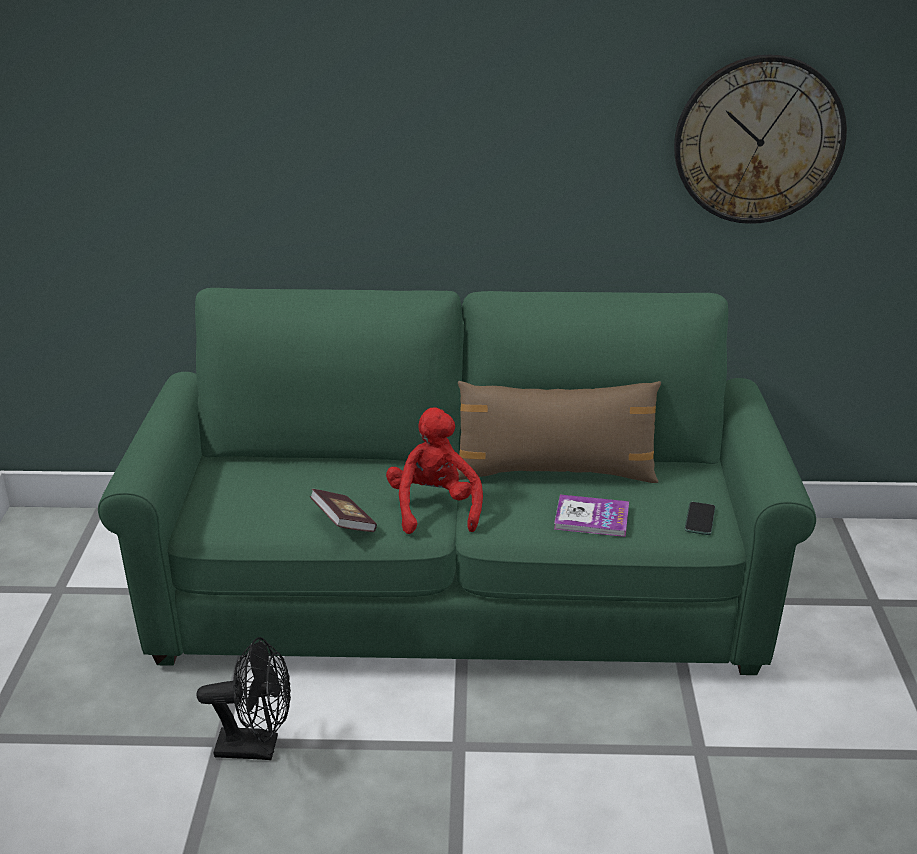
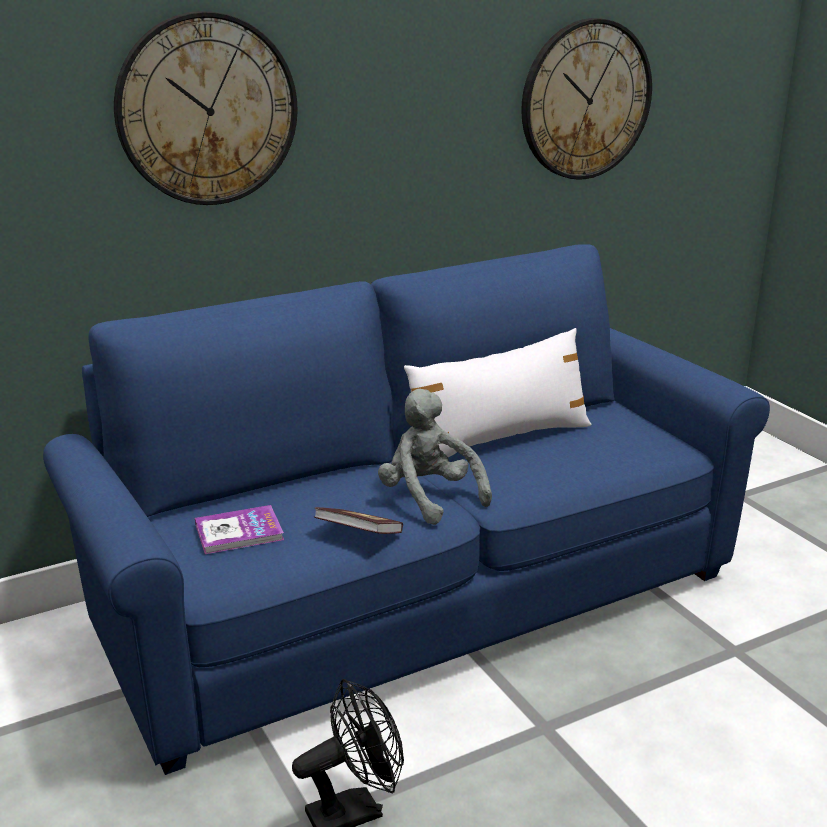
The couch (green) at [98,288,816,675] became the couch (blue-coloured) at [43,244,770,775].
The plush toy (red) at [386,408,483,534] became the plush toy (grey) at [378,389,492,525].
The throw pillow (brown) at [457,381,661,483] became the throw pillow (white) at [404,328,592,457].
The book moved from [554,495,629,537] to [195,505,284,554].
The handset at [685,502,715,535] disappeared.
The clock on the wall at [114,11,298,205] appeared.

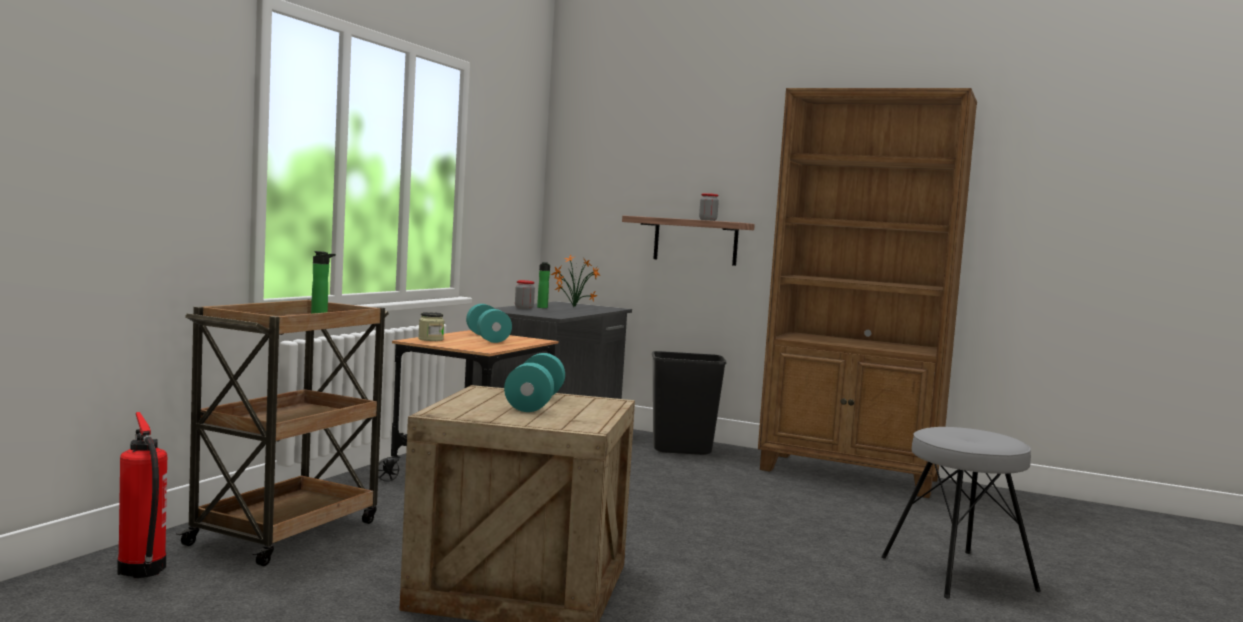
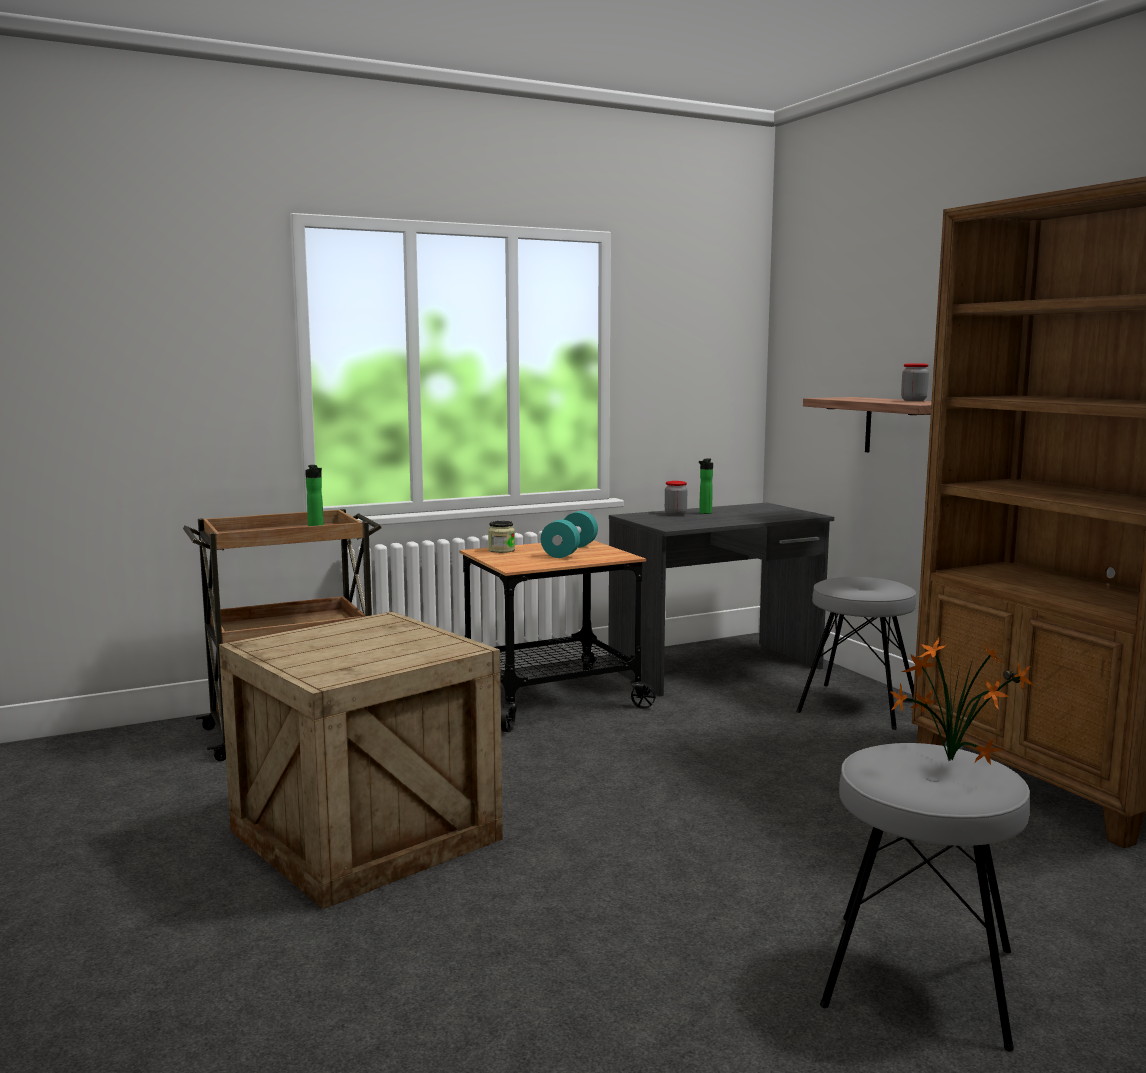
The fire-fighting cylinder at [117,412,168,578] disappeared.
The hand weight (blue-green) at [504,353,565,412] disappeared.
The houseplant moved from [551,255,601,307] to [891,637,1034,765].
The rubbish bin (black-coloured) at [652,351,727,455] was replaced by the sitting stool (grey) at [796,577,916,730].

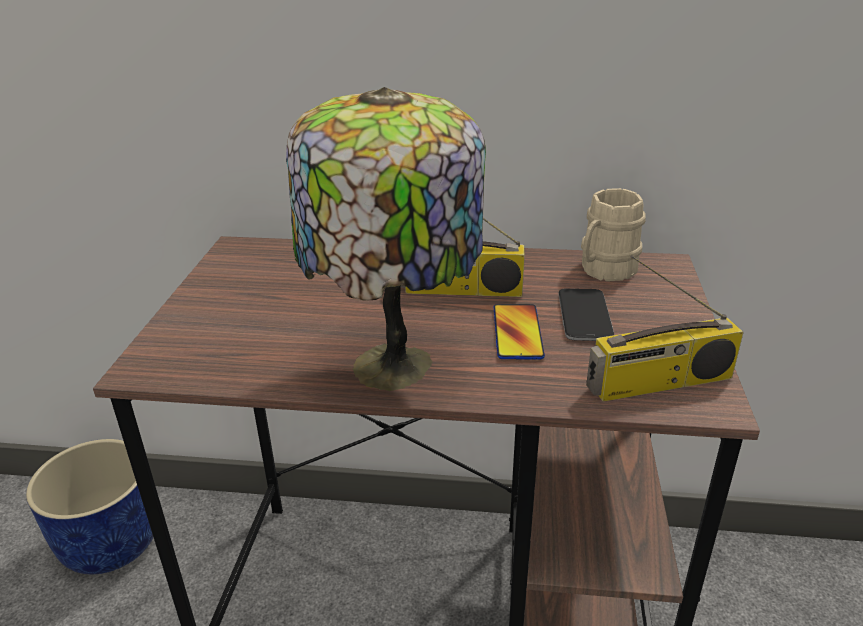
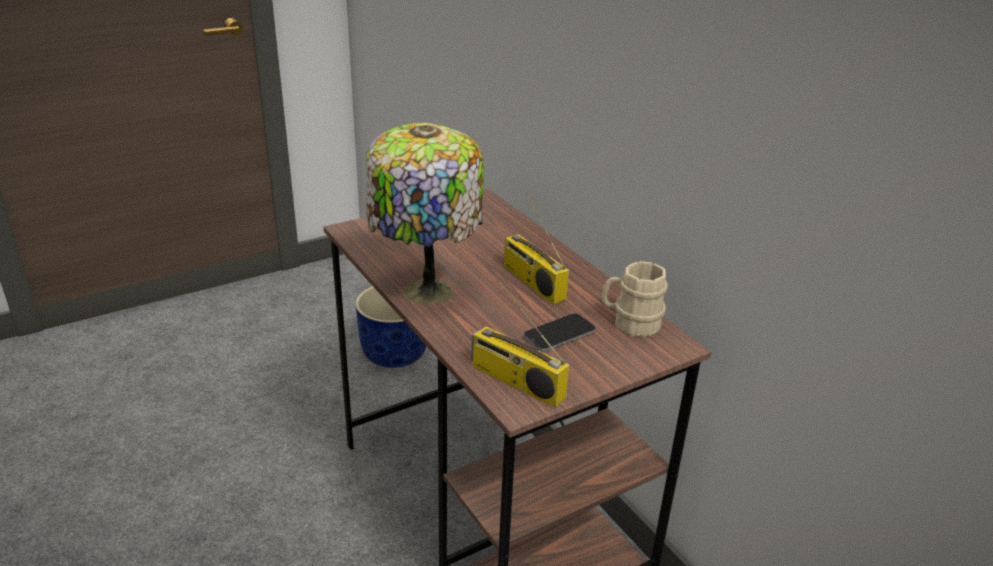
The handset at [494,304,545,359] disappeared.

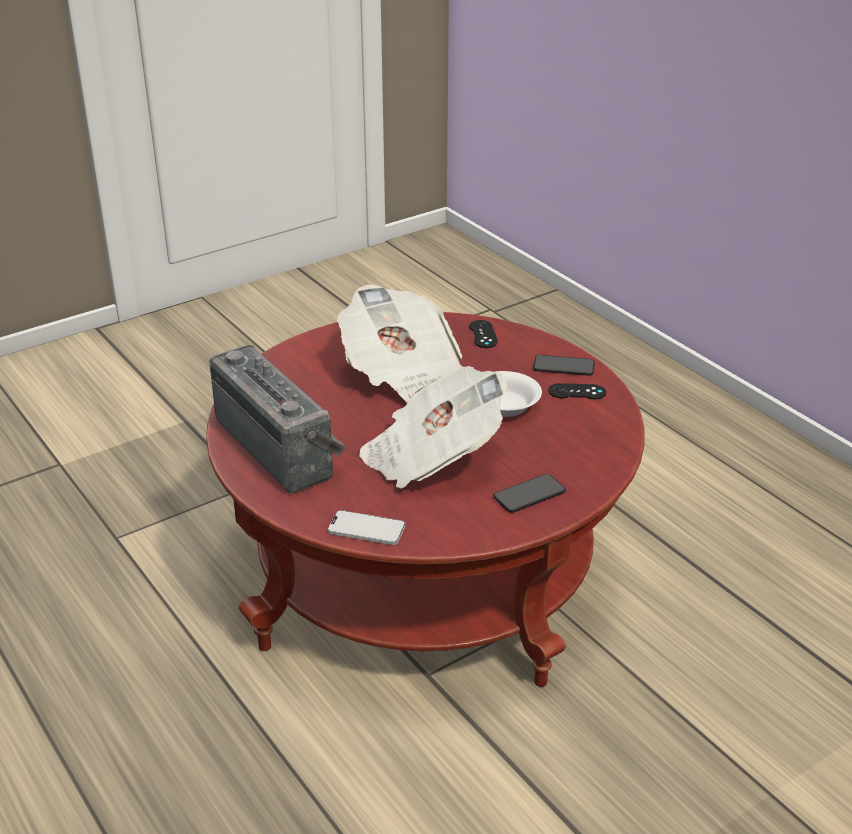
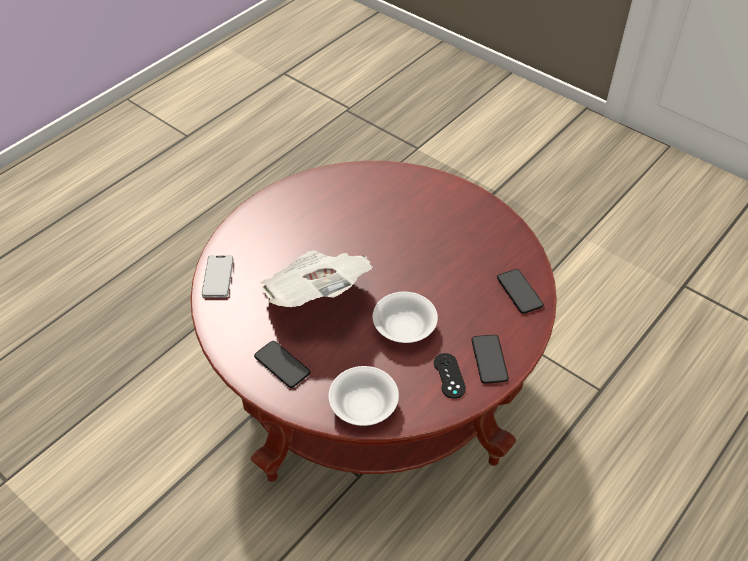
The radio at [209,345,346,493] disappeared.
The daily paper at [337,284,463,403] disappeared.
The gamepad (black-coloured) at [469,320,498,348] was replaced by the handset at [497,269,544,314].
The serving bowl (white) at [328,366,399,426] appeared.

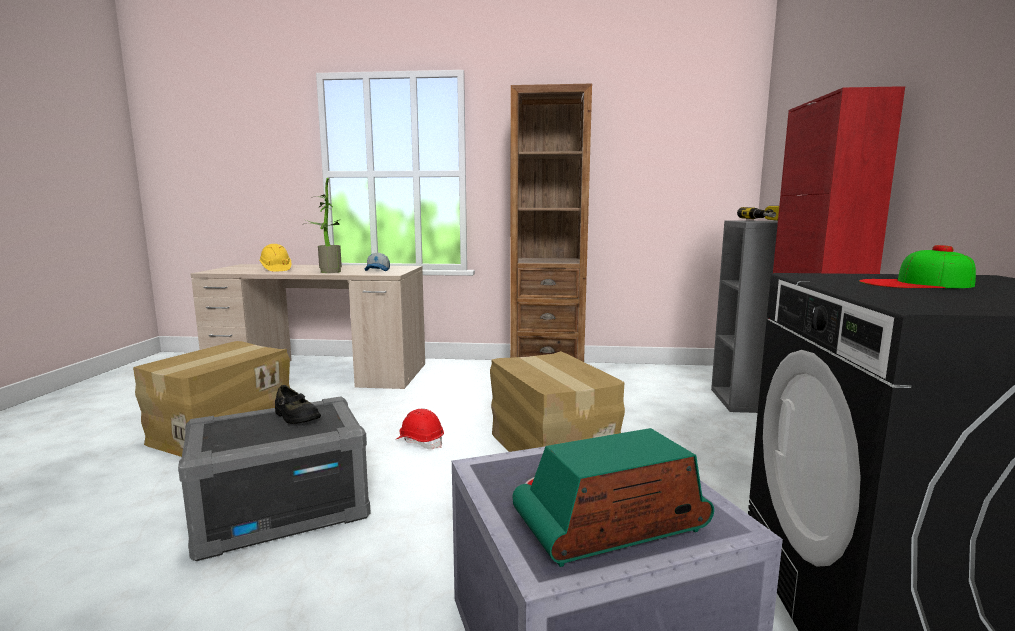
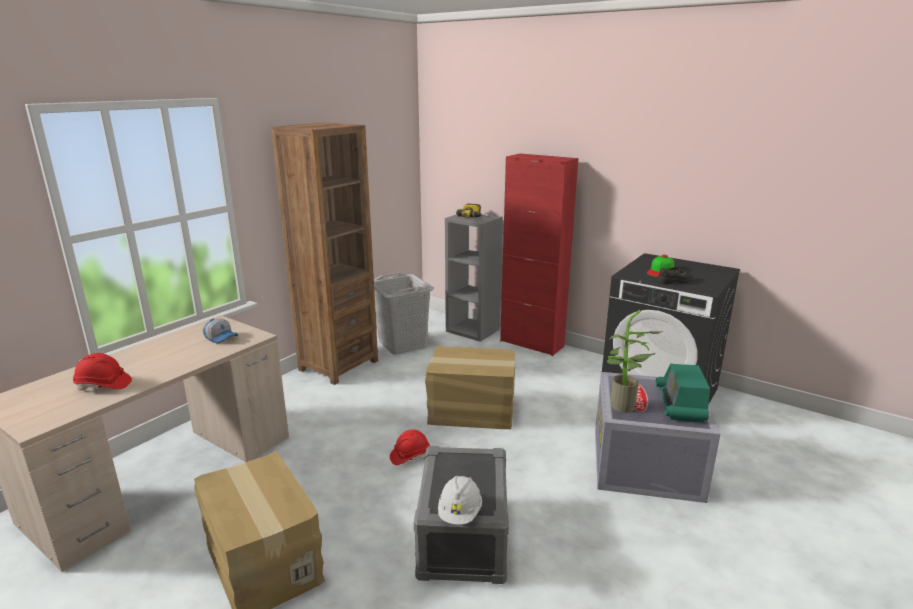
The work helmet (yellow-coloured) at [259,244,291,272] became the work helmet (red) at [73,353,132,389].
The item of footwear (black-coloured) moved from [275,385,321,424] to [657,267,693,285].
The houseplant moved from [305,178,342,273] to [607,310,663,413].
The washing basket (grey) at [374,272,434,354] appeared.
The work helmet (white) at [438,475,482,525] appeared.

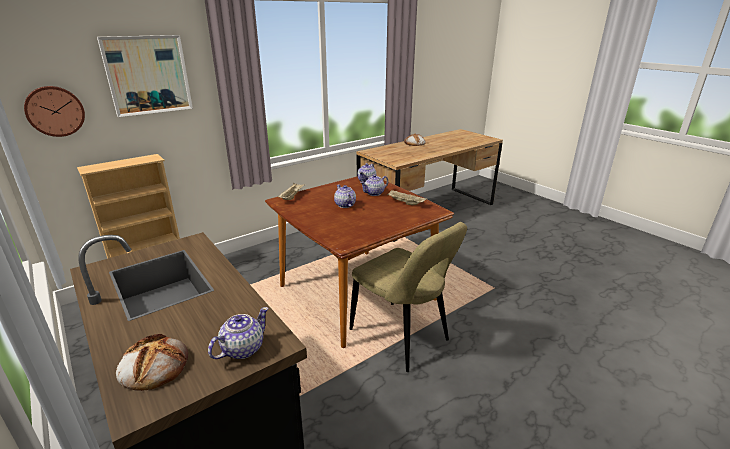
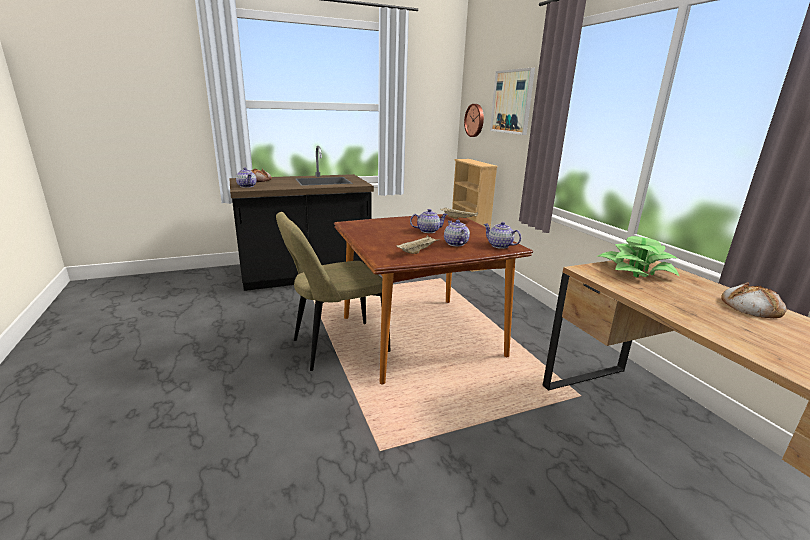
The houseplant at [596,236,679,277] appeared.

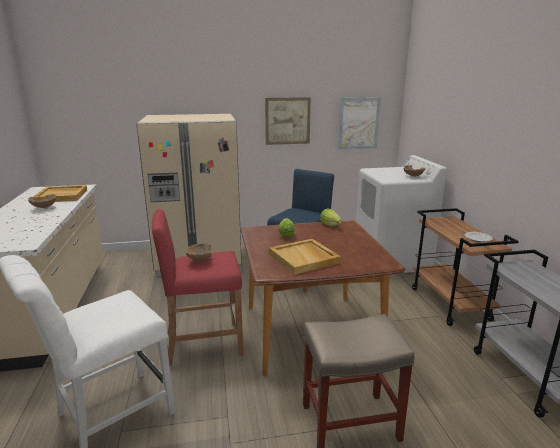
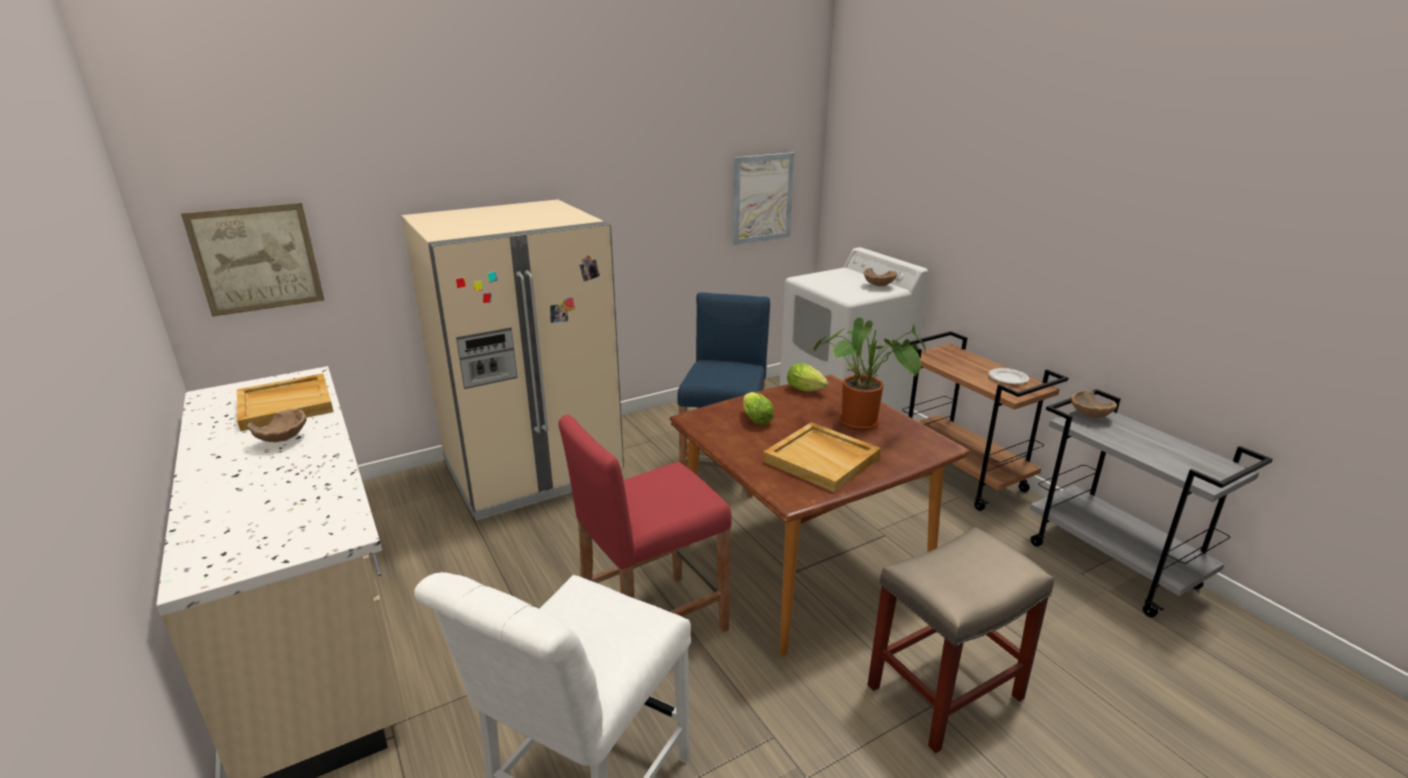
The serving bowl (brown) moved from [185,243,211,262] to [1071,390,1117,418].
The wall picture moved from [265,97,311,145] to [181,203,324,317].
The houseplant at [814,317,926,431] appeared.

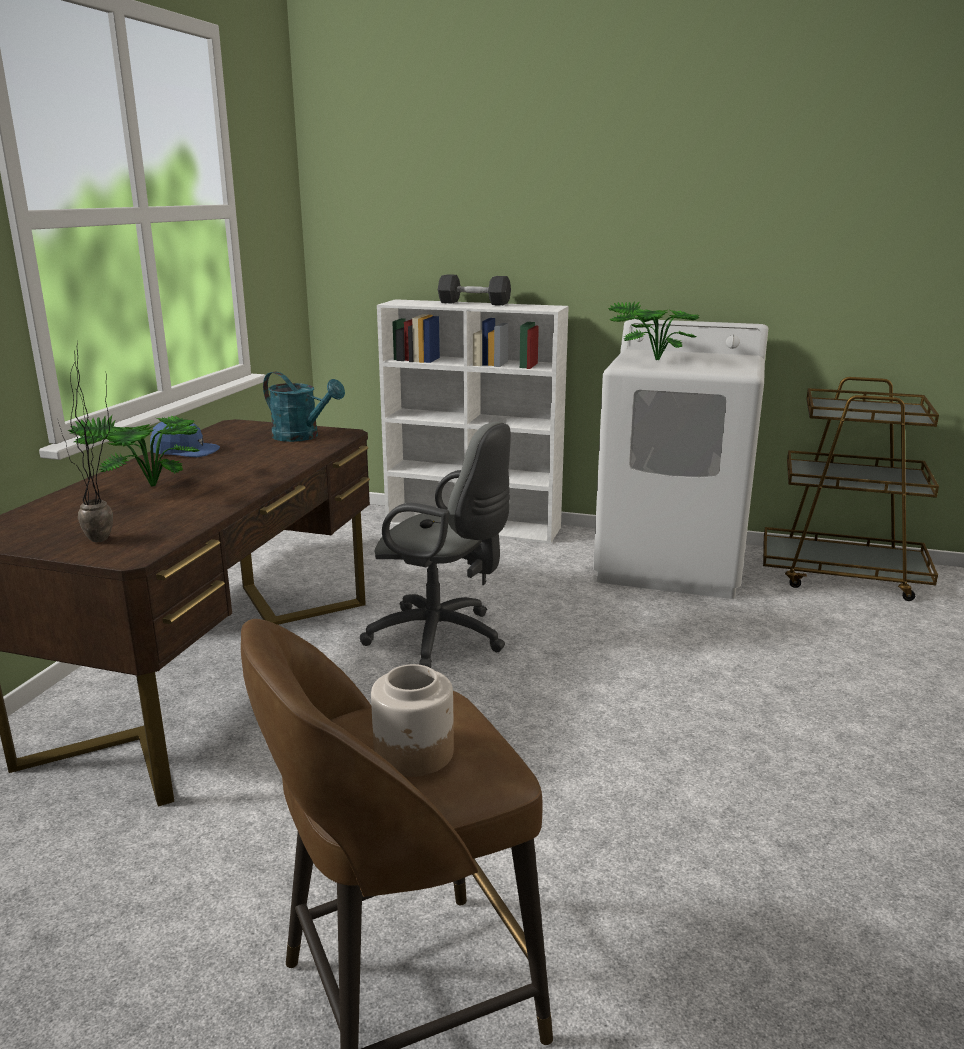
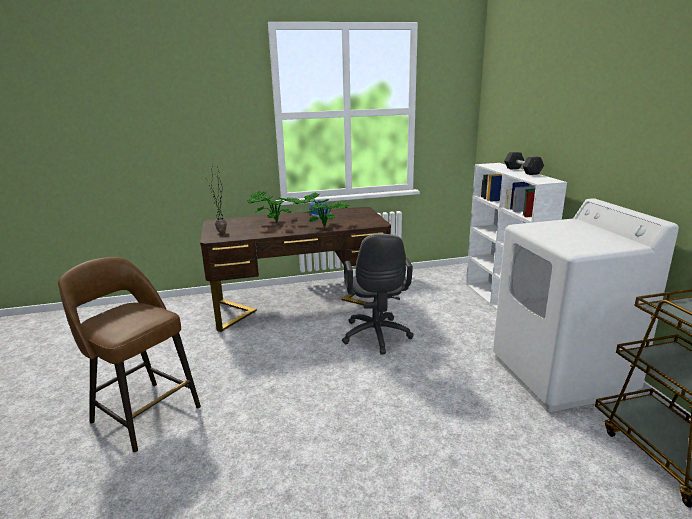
The sprinkling can (blue-green) at [263,371,345,442] disappeared.
The preserve jar at [371,664,454,777] disappeared.
The houseplant moved from [608,301,699,361] to [294,192,349,227].

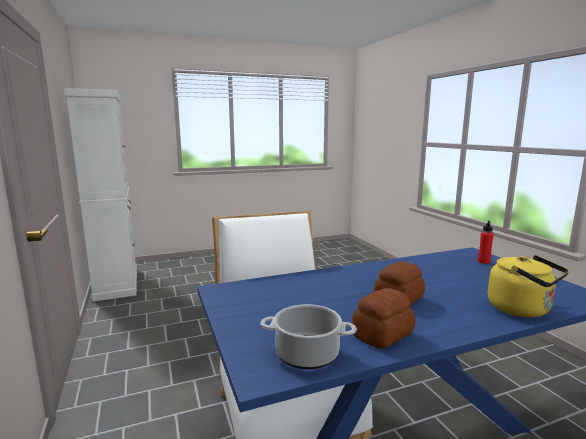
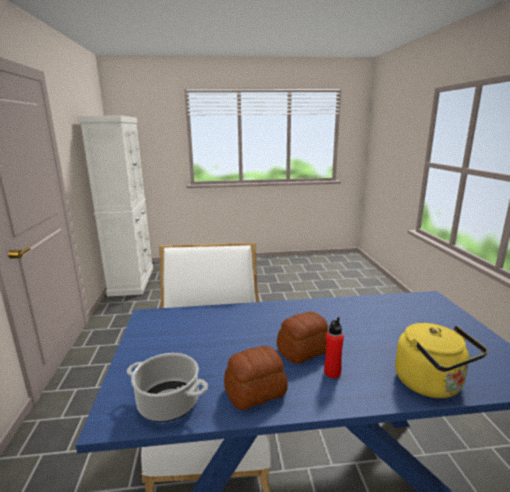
The drink bottle (red) moved from [478,220,494,264] to [324,317,344,378].

